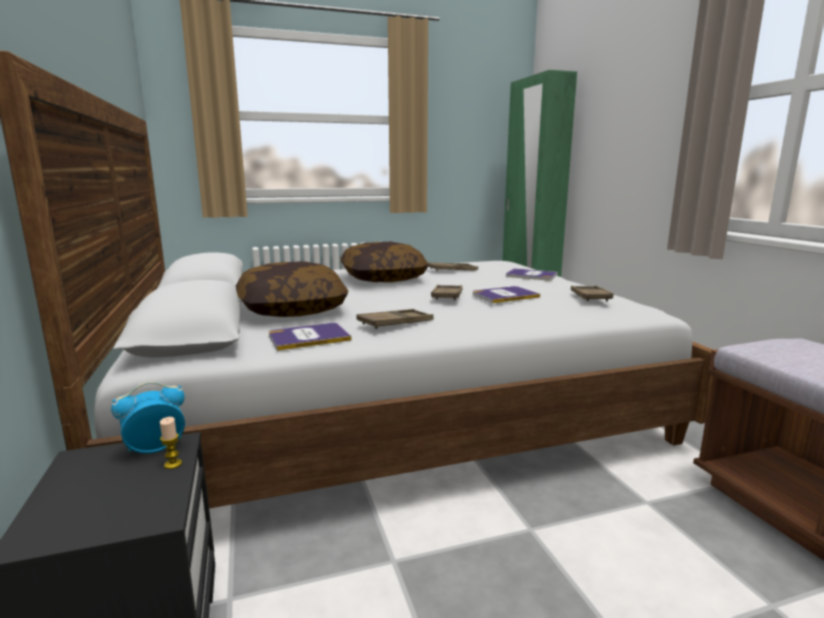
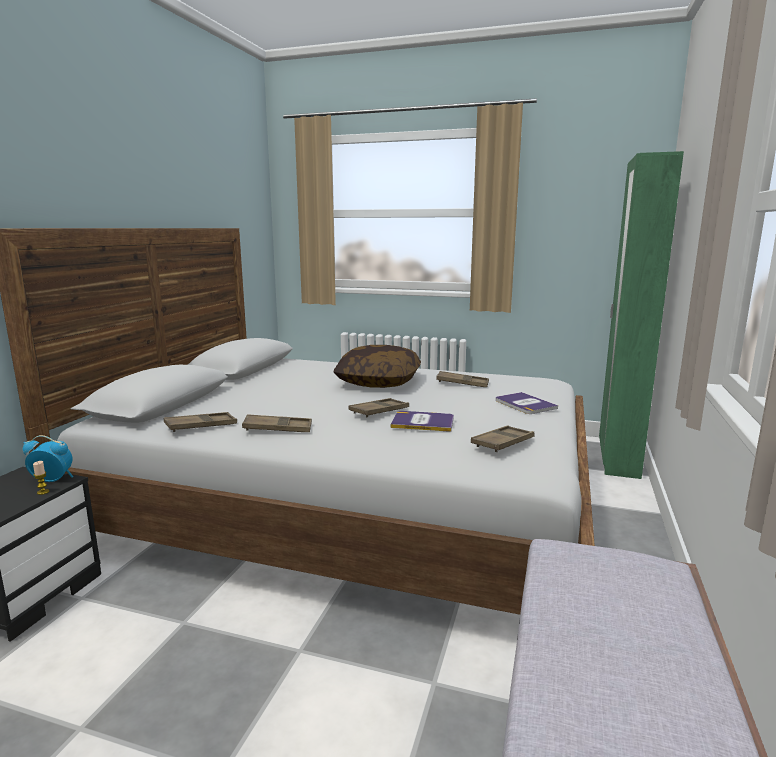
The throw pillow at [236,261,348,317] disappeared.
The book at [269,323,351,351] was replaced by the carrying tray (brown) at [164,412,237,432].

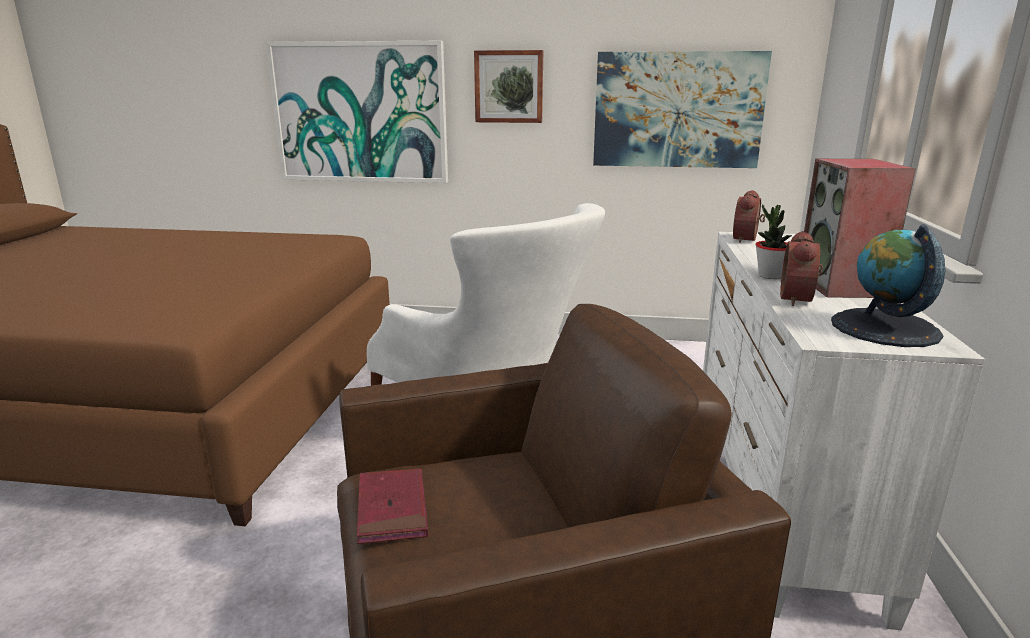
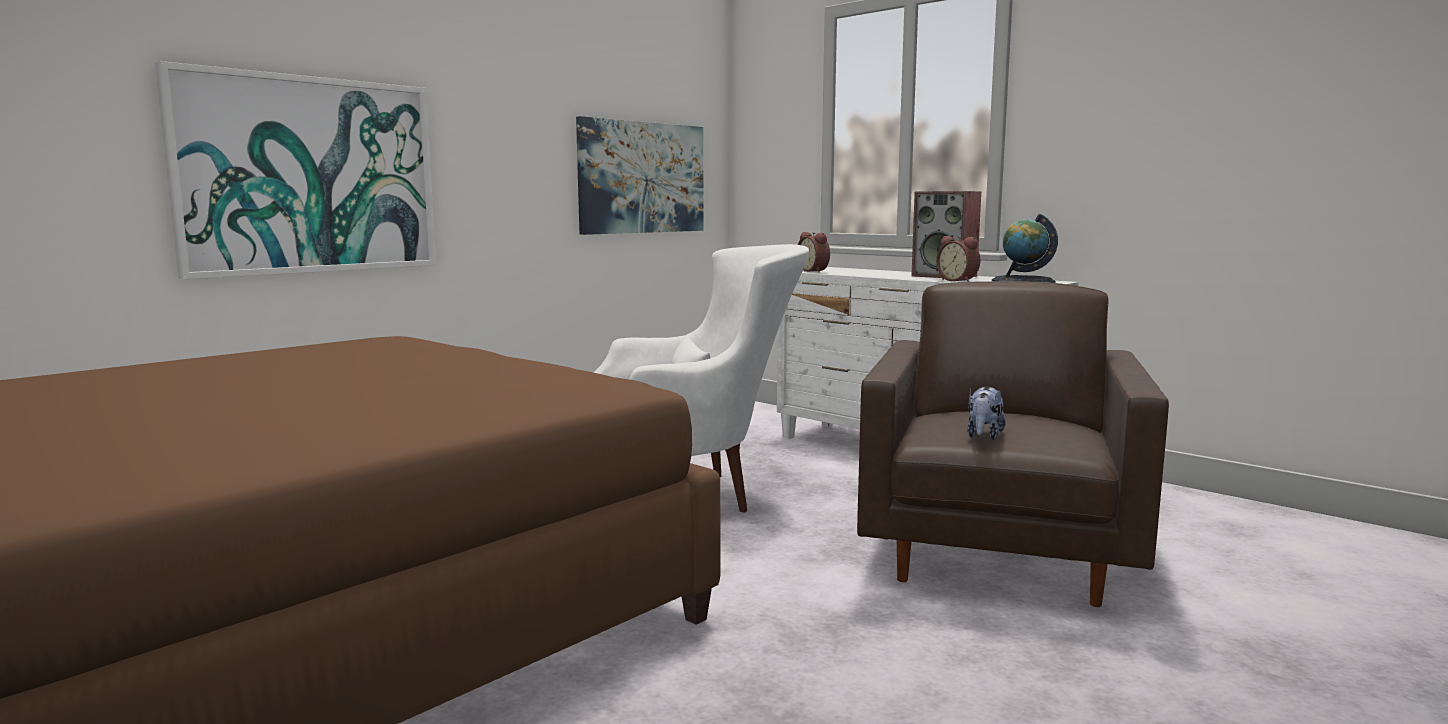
The book (red) at [357,468,428,544] was replaced by the plush toy at [967,387,1006,440].
The wall picture at [474,50,543,123] disappeared.
The houseplant at [756,204,792,279] disappeared.

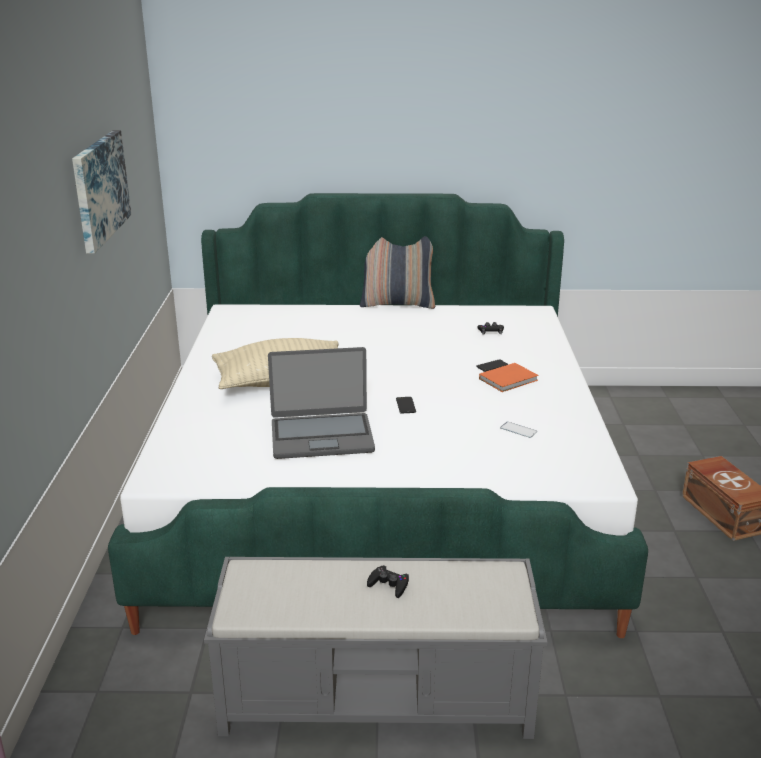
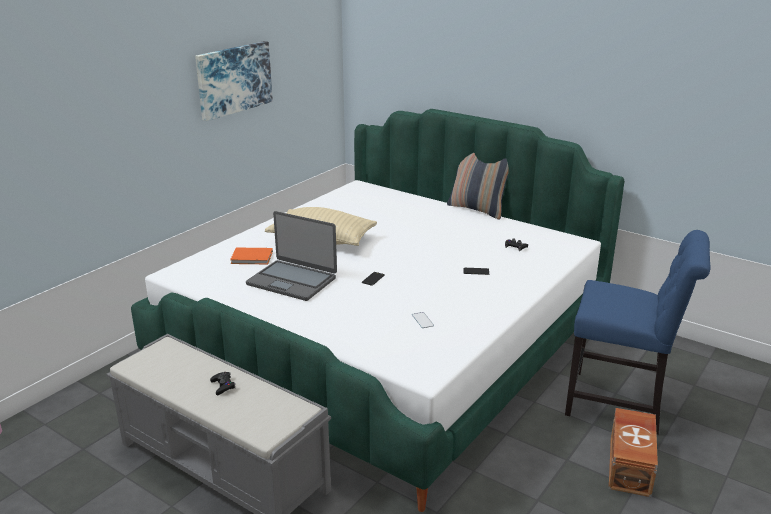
The book (orange) moved from [479,363,538,392] to [230,248,273,264].
The plain chair (blue-coloured) at [565,230,711,435] appeared.

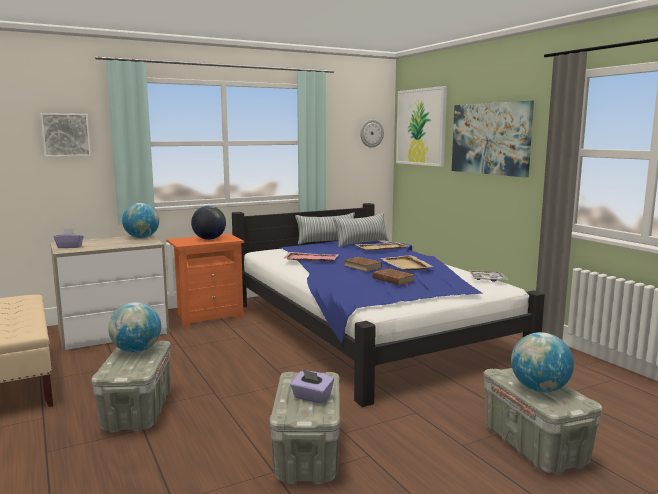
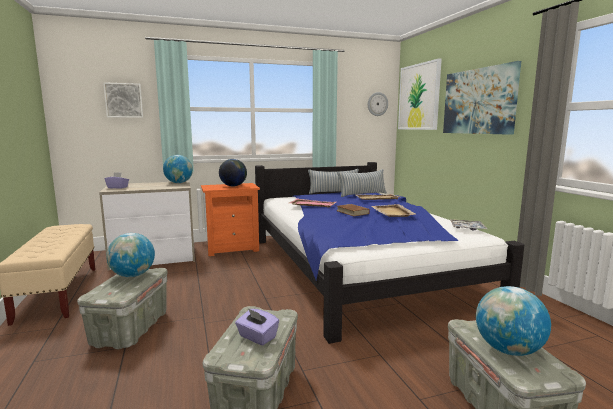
The book (brown) at [373,268,414,286] disappeared.

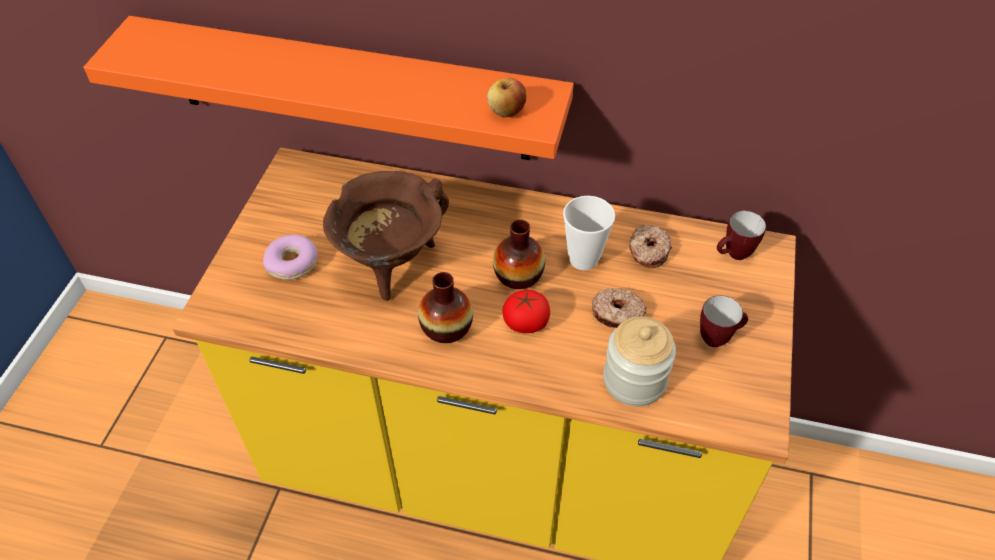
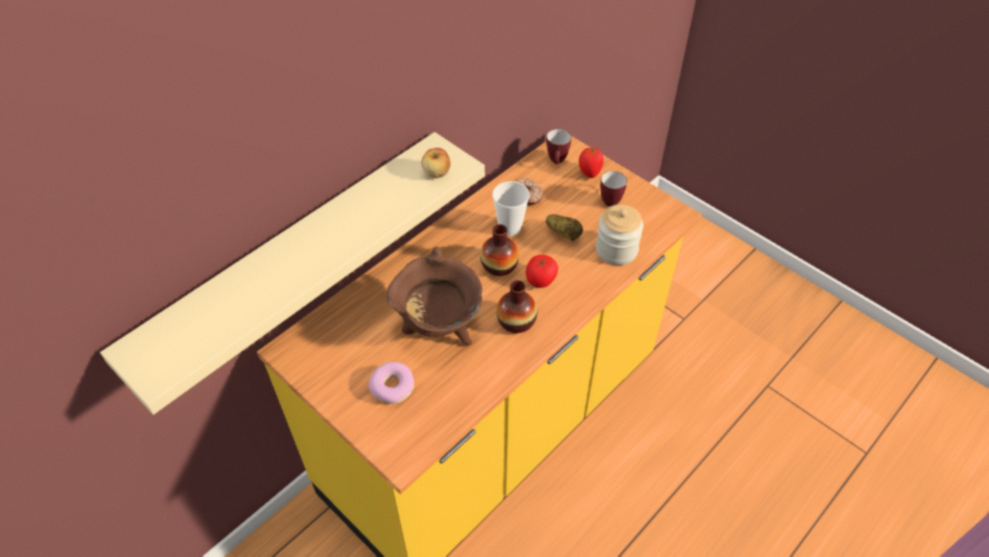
The bracket shelf (orange) at [83,16,574,160] became the bracket shelf (beige-coloured) at [100,132,485,415].
The donut at [592,288,646,328] was replaced by the whole potato at [546,214,583,241].
The fresh tomato at [579,147,604,178] appeared.

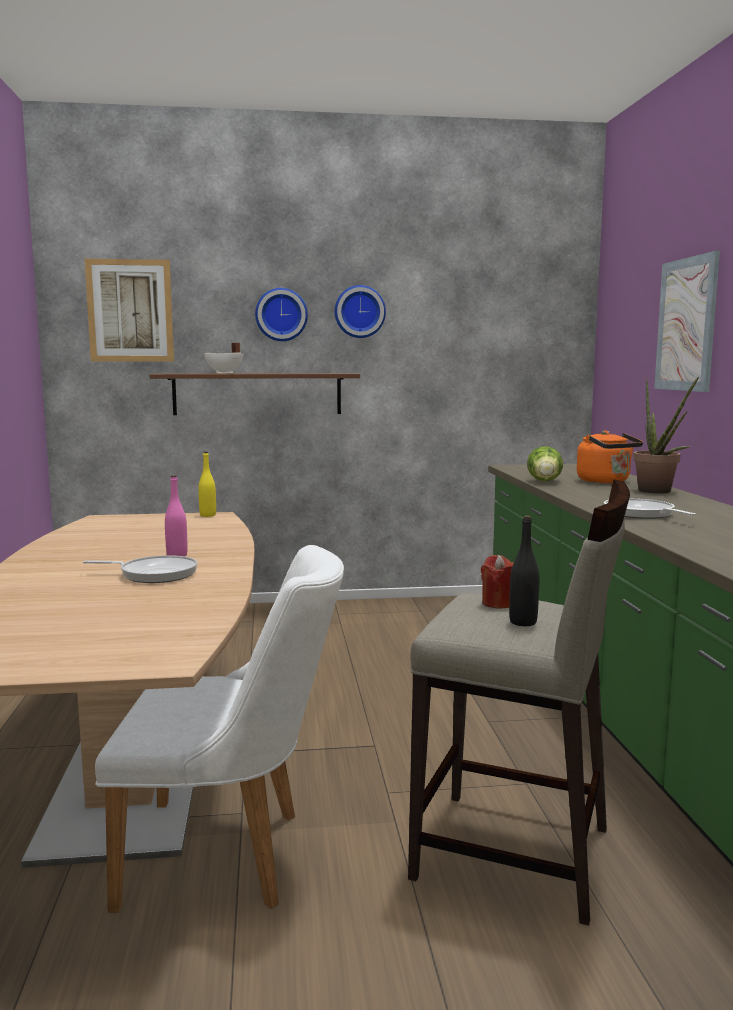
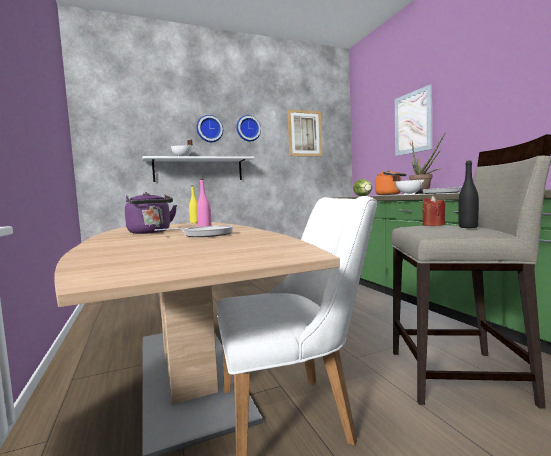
The wall picture moved from [85,259,174,361] to [287,109,322,156].
The bracket shelf (brown) at [150,373,360,415] became the bracket shelf (white) at [142,156,254,182].
The kettle (purple) at [125,192,177,234] appeared.
The stockpot (white) at [393,175,425,195] appeared.

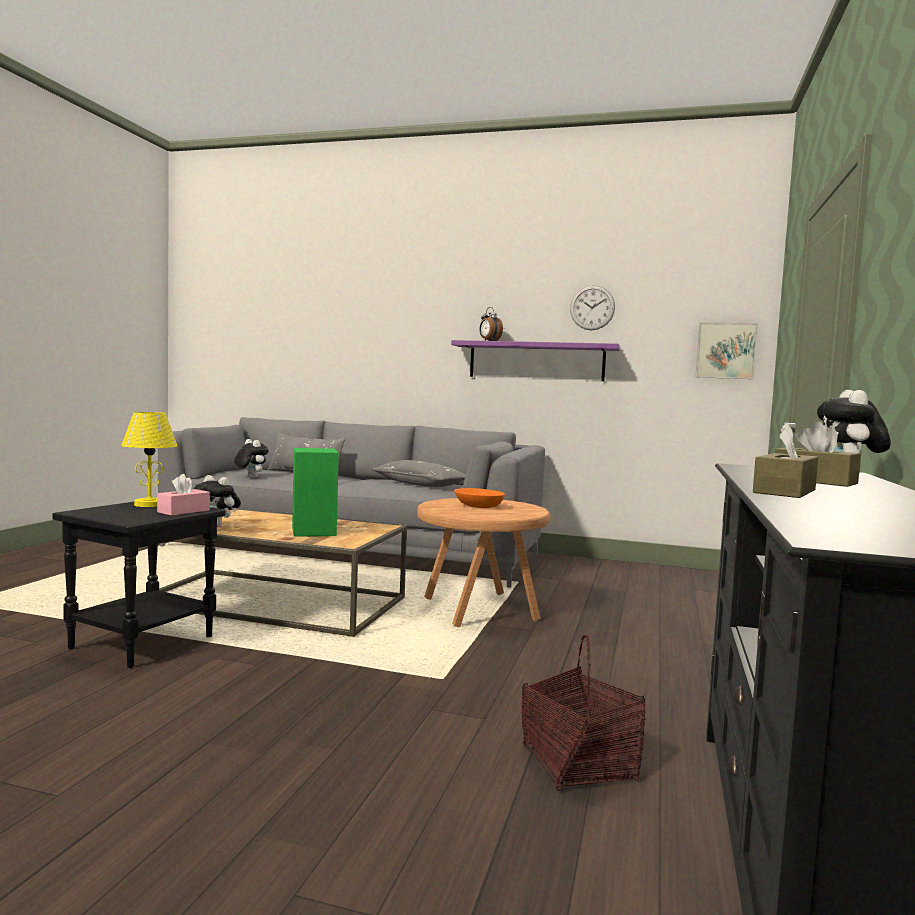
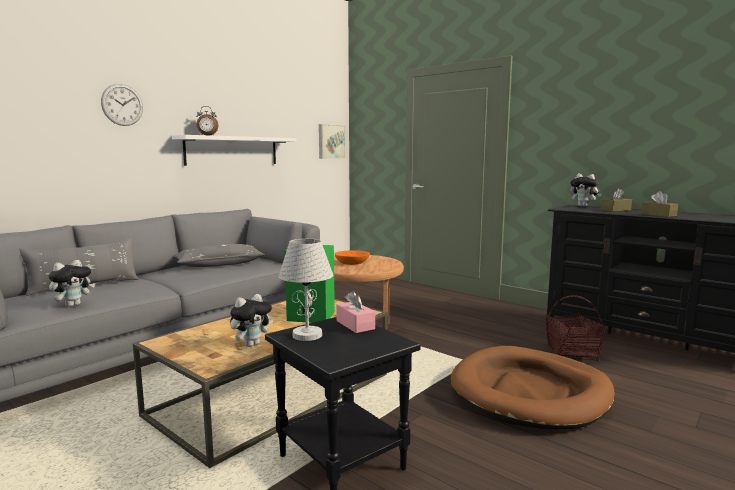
The table lamp (yellow-coloured) at [121,412,177,507] became the table lamp (white) at [279,239,333,341].
The plush toy at [234,439,269,478] turned 150 degrees clockwise.
The bracket shelf (purple) at [451,340,620,381] became the bracket shelf (white) at [172,135,296,166].
The clock on the wall moved from [570,285,615,330] to [101,84,143,126].
The dog cushion (brown) at [450,346,615,429] appeared.

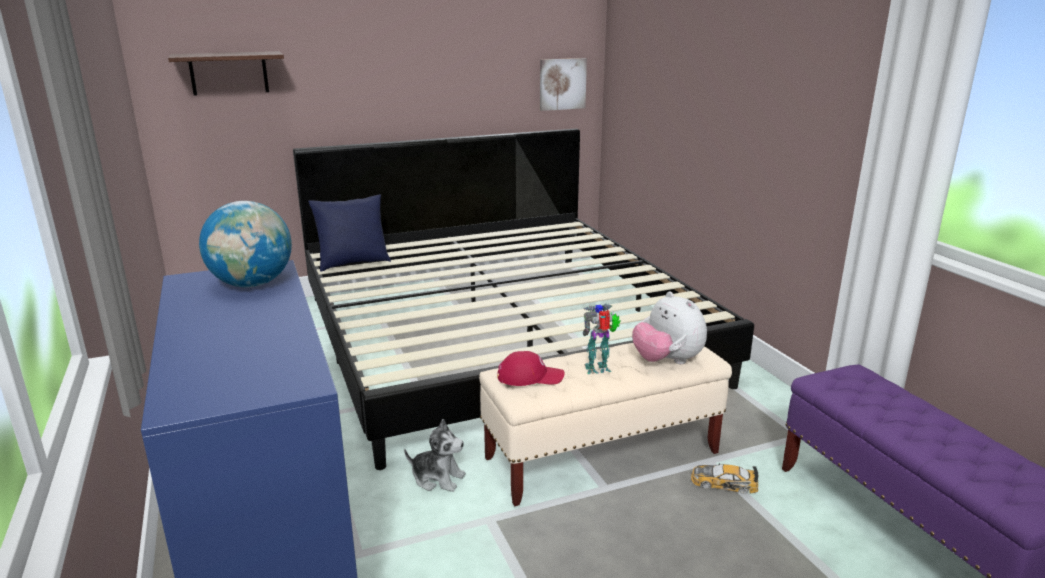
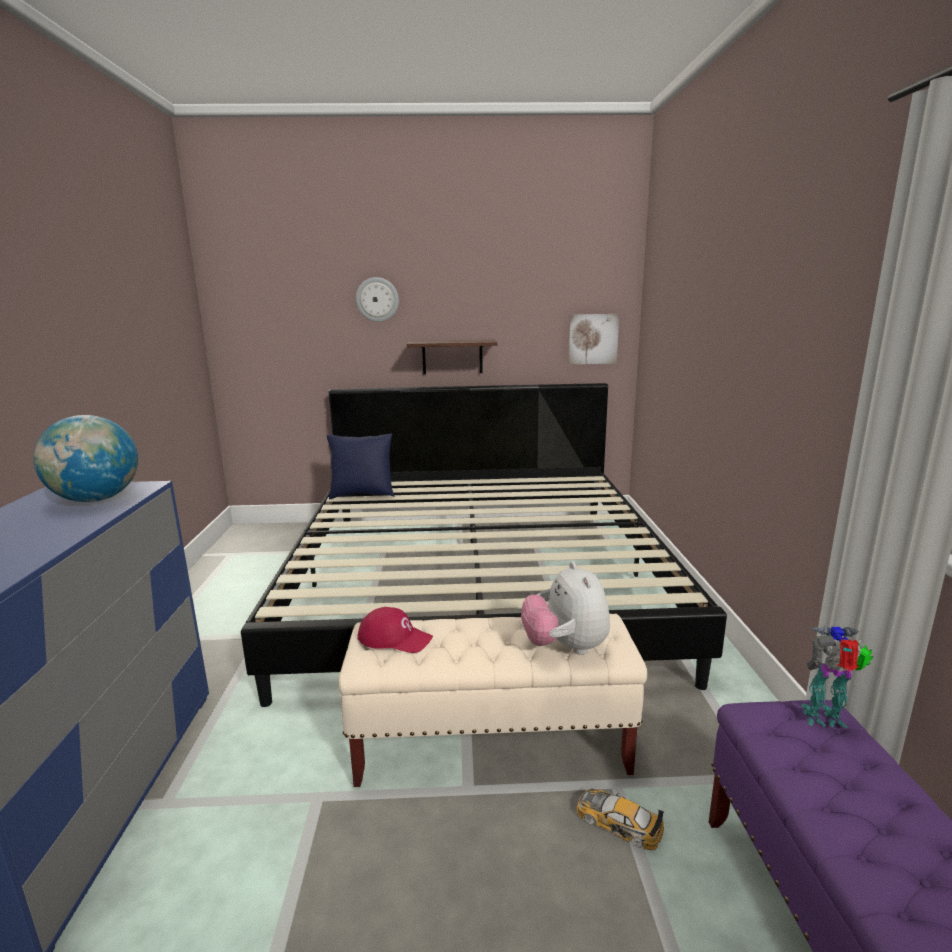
The bracket shelf moved from [168,51,284,96] to [407,339,497,374].
The plush toy at [404,419,466,492] disappeared.
The model robot moved from [583,304,621,374] to [801,625,874,728].
The clock on the wall at [356,277,399,322] appeared.

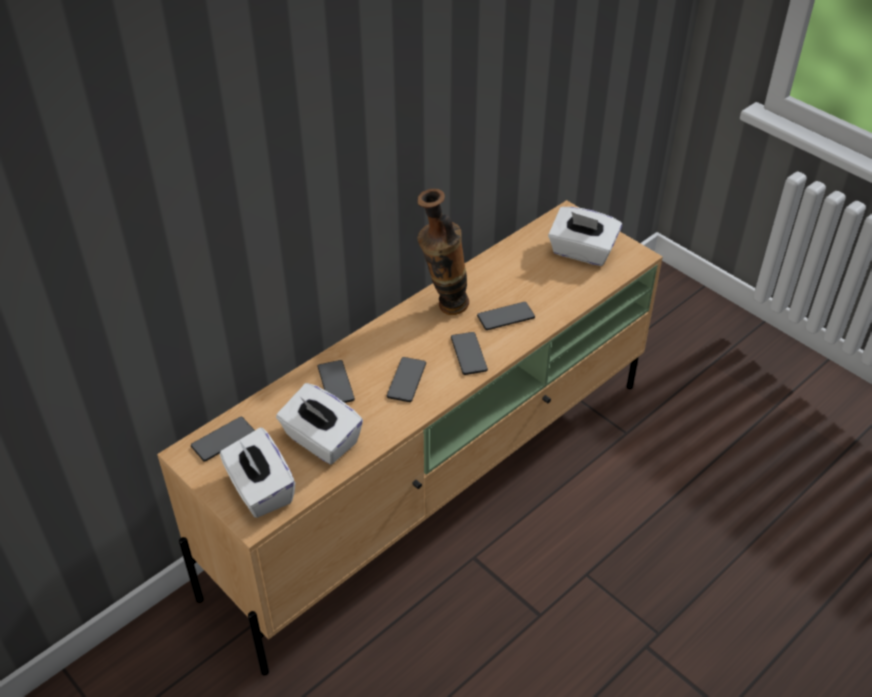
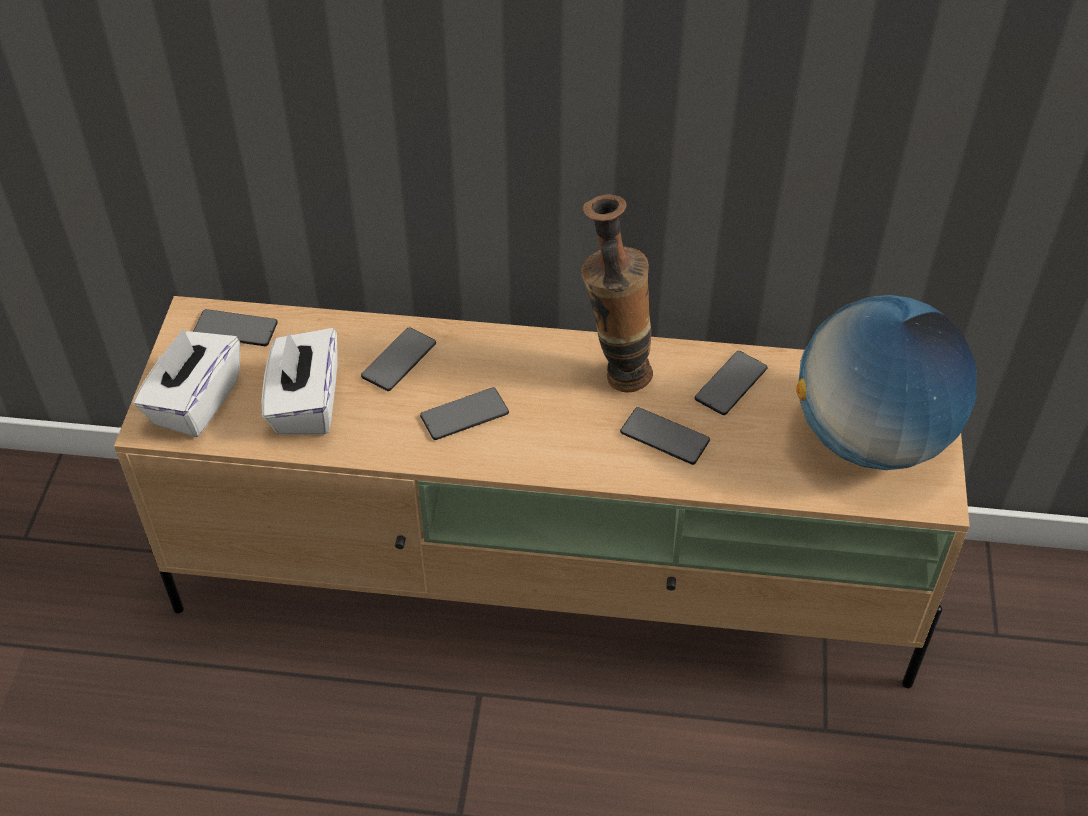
The handset moved from [451,332,488,375] to [695,351,767,415].
The tissue holder (white) at [548,207,622,266] was replaced by the desk globe at [796,295,977,470].

